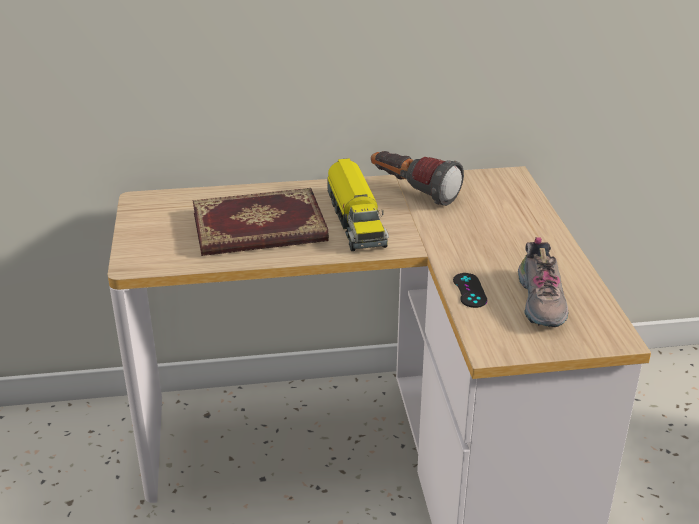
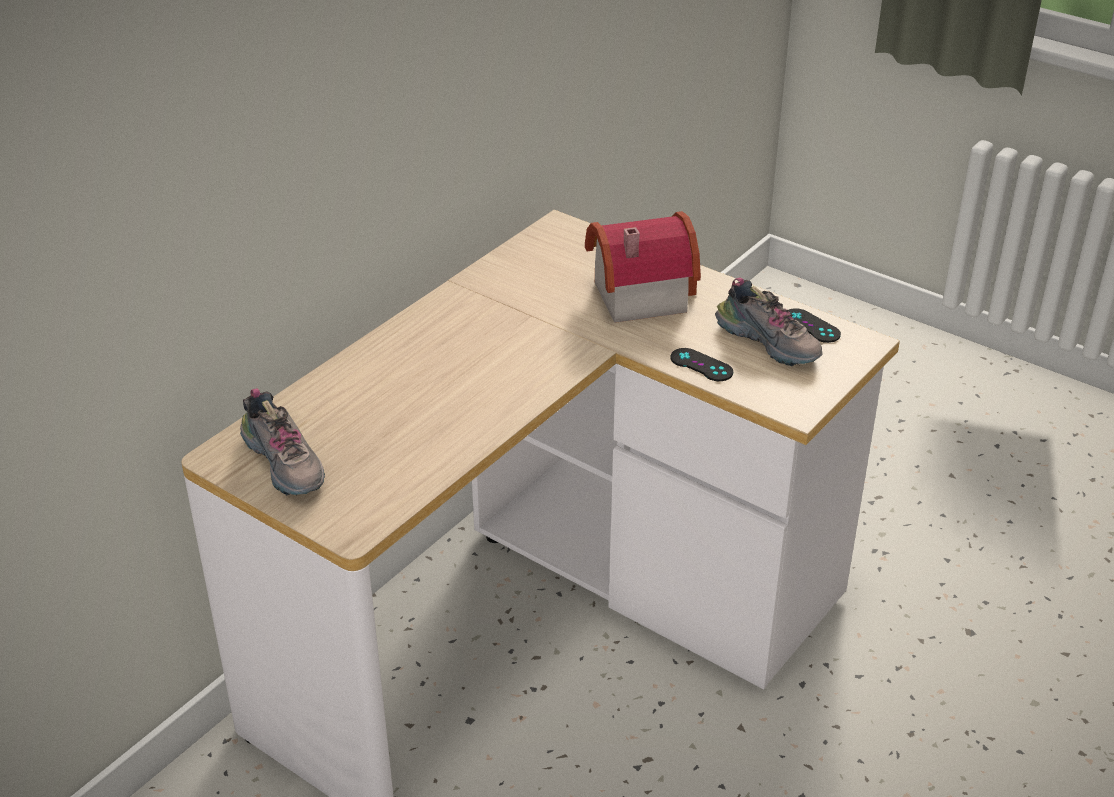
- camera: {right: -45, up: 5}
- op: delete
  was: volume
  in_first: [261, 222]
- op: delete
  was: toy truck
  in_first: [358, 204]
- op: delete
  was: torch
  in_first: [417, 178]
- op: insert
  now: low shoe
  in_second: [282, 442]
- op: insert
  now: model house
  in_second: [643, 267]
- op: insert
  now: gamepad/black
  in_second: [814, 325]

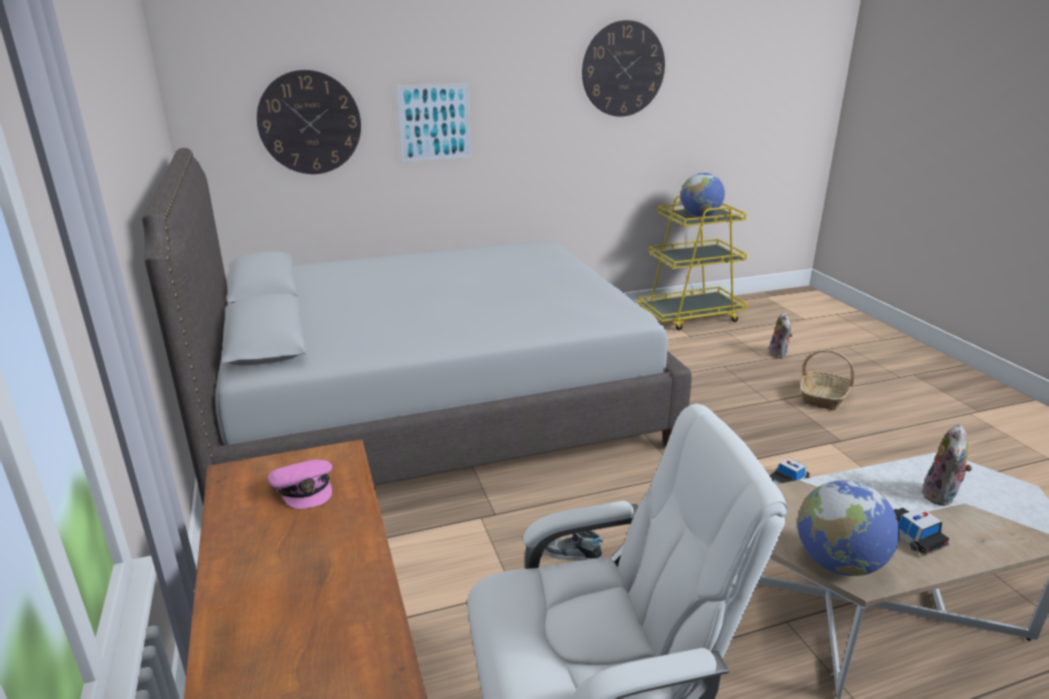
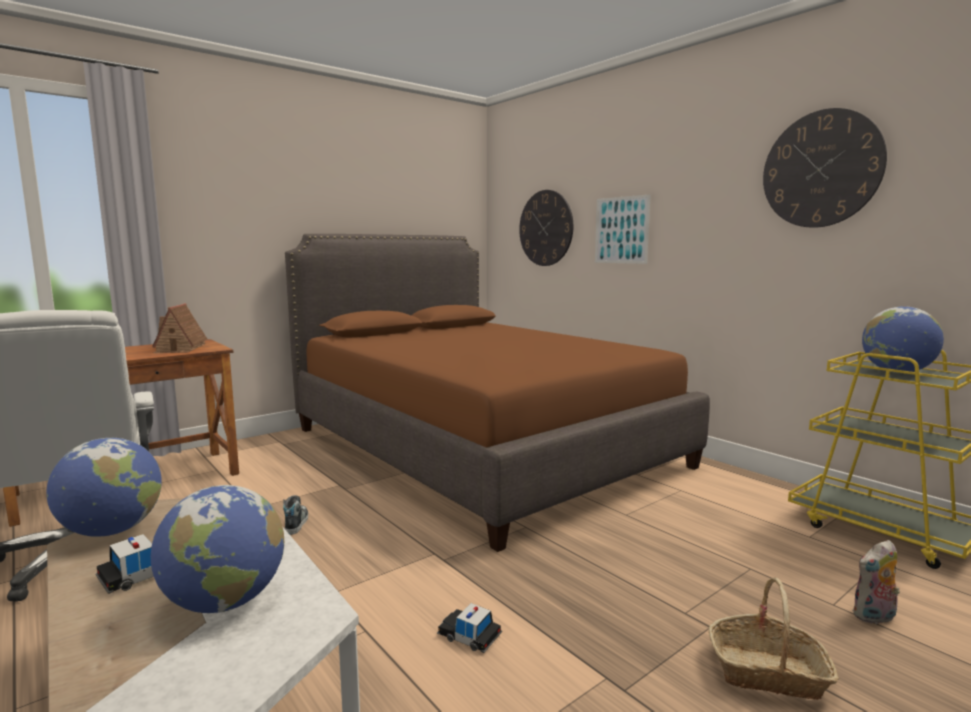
- camera: {right: 70, up: -15}
- op: replace
  was: baseball cap/pinkish
  now: model house
  in_first: [300, 484]
  in_second: [180, 328]
- op: replace
  was: plush toy
  now: desk globe
  in_first: [947, 465]
  in_second: [217, 549]
- op: recolor
  was: bed/greyish
  now: bed/brown-coloured
  in_first: [416, 326]
  in_second: [497, 393]

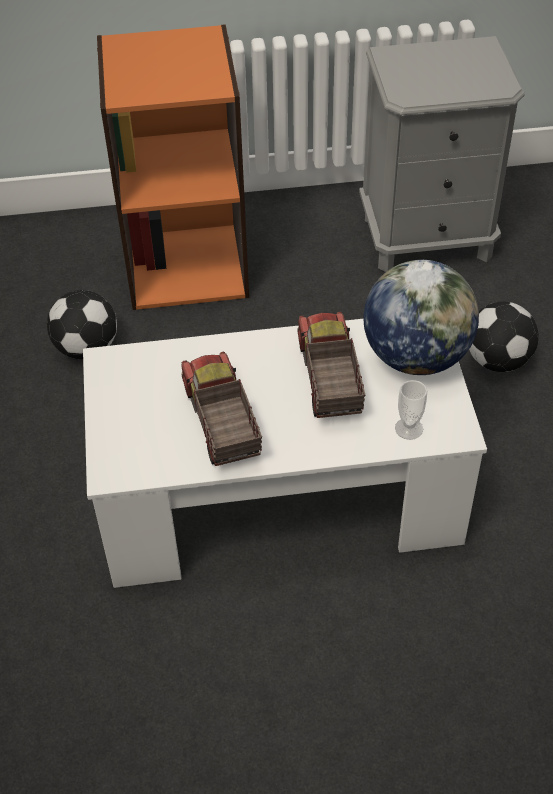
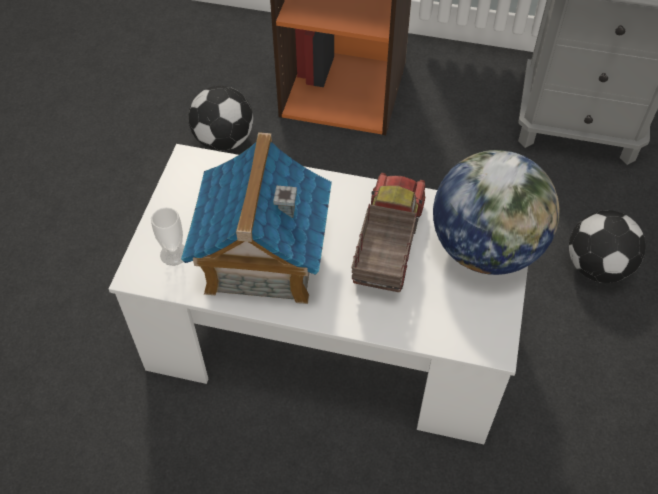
- camera: {right: 20, up: 5}
- op: move
  was: drinking cup
  in_first: [411, 410]
  in_second: [168, 236]
- op: replace
  was: toy truck
  now: model house
  in_first: [221, 409]
  in_second: [256, 218]

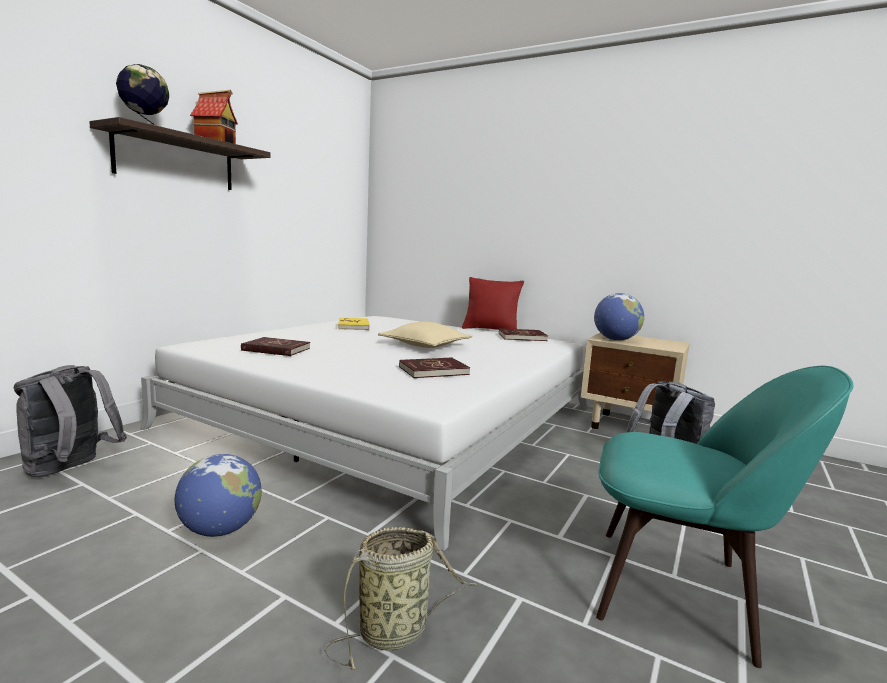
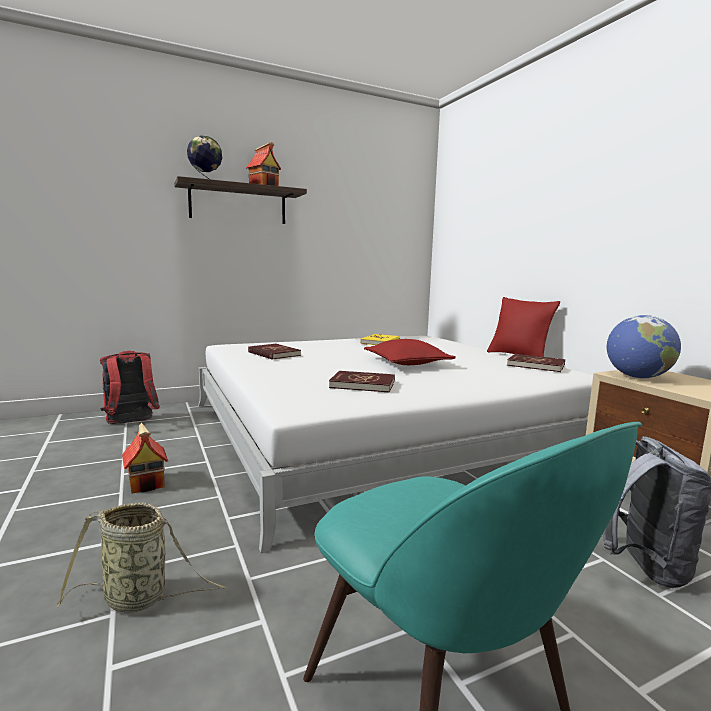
- camera: {right: 35, up: 0}
- op: replace
  was: desk globe
  now: model house
  in_first: [218, 495]
  in_second: [145, 458]
- op: recolor
  was: knapsack/greyish
  now: knapsack/reddish
  in_first: [70, 421]
  in_second: [130, 387]
- op: recolor
  was: cushion/sand-coloured
  now: cushion/reddish
  in_first: [425, 335]
  in_second: [410, 352]

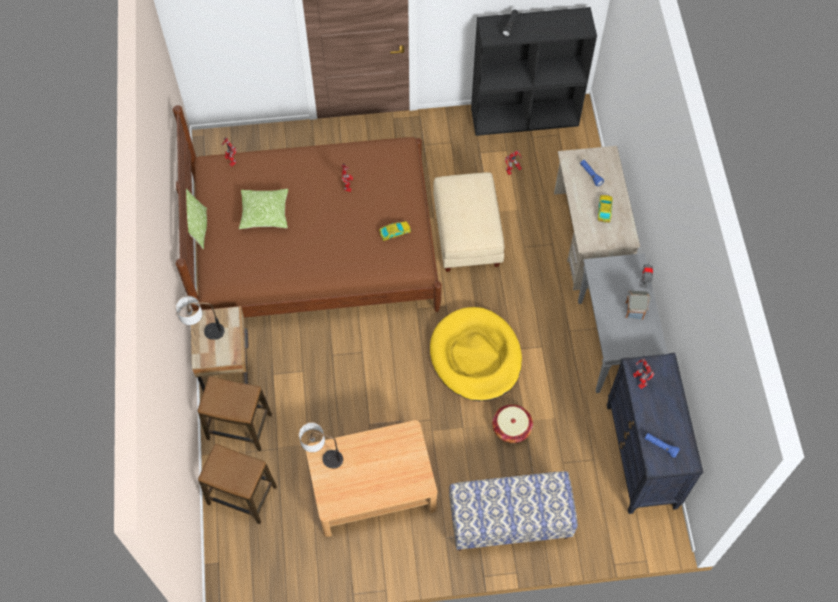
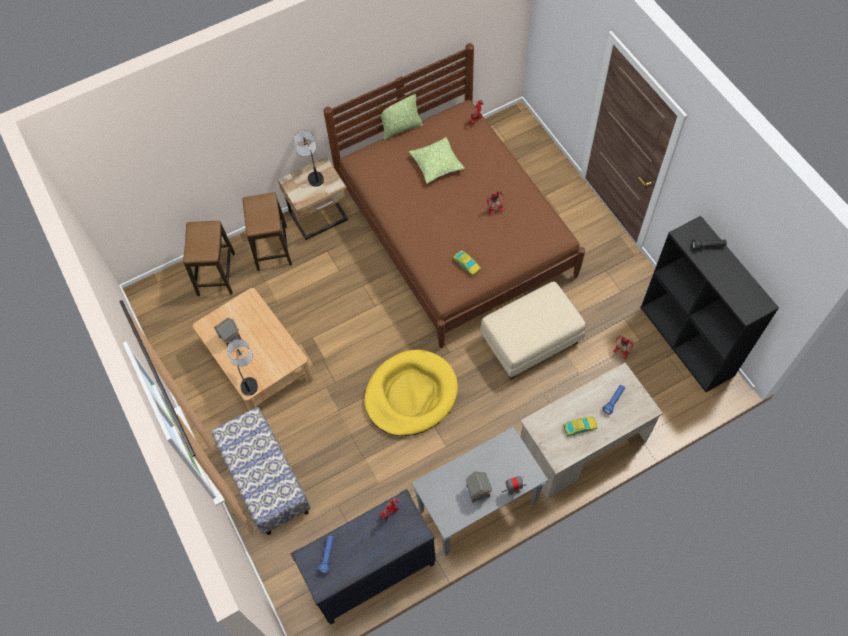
- camera: {right: 70, up: 0}
- op: delete
  was: household basket
  in_first: [512, 423]
- op: insert
  now: model house
  in_second: [227, 332]
- op: move
  was: table lamp
  in_first: [321, 446]
  in_second: [242, 367]

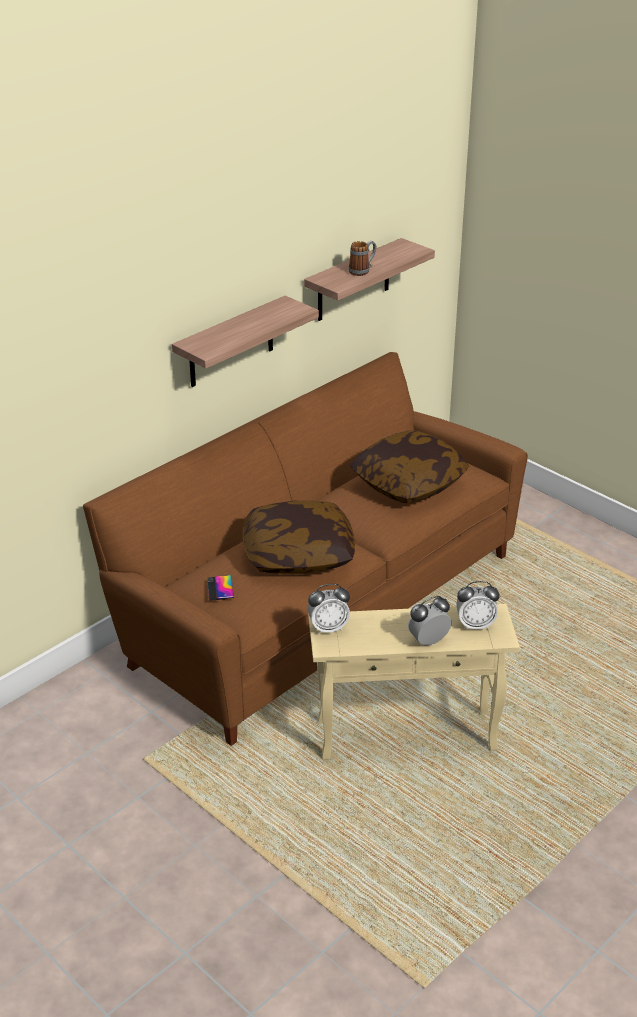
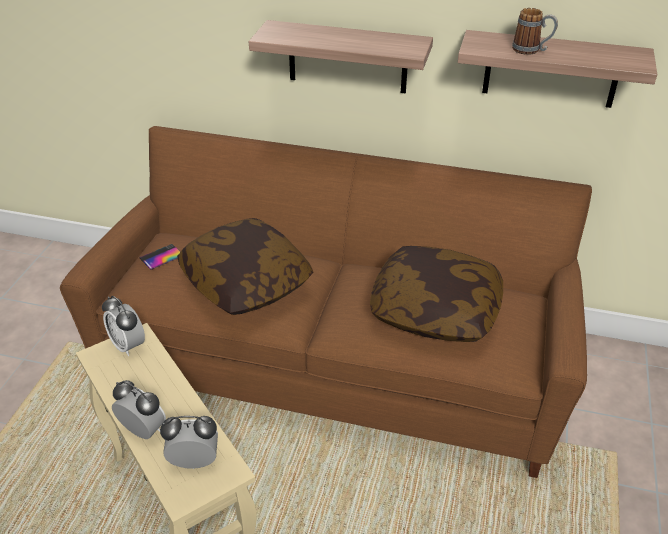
- camera: {right: 60, up: 5}
- op: rotate
  was: bedside clock
  in_first: [478, 605]
  in_second: [189, 442]
  clockwise: 120

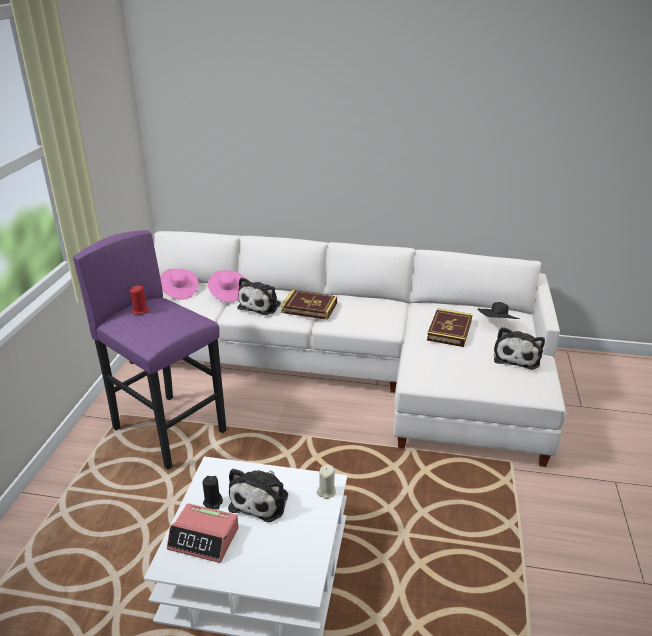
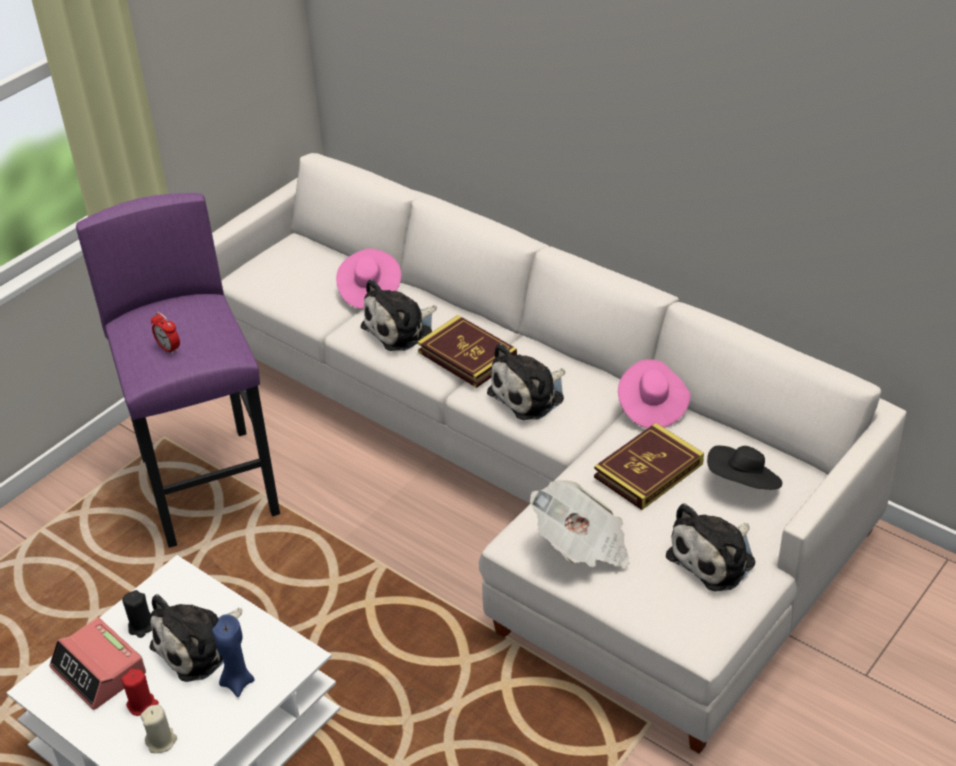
- camera: {right: 30, up: 10}
- op: insert
  now: bedside clock
  in_second: [165, 333]
- op: insert
  now: candle/blue
  in_second: [233, 655]
- op: insert
  now: plush toy
  in_second: [526, 381]
- op: insert
  now: daily paper
  in_second: [580, 523]
- op: move
  was: candle/reddish
  in_first: [139, 300]
  in_second: [140, 692]
- op: move
  was: wearable hat/pinkish
  in_first: [179, 284]
  in_second: [654, 393]
- op: move
  was: candle/sand-coloured
  in_first: [326, 481]
  in_second: [159, 728]

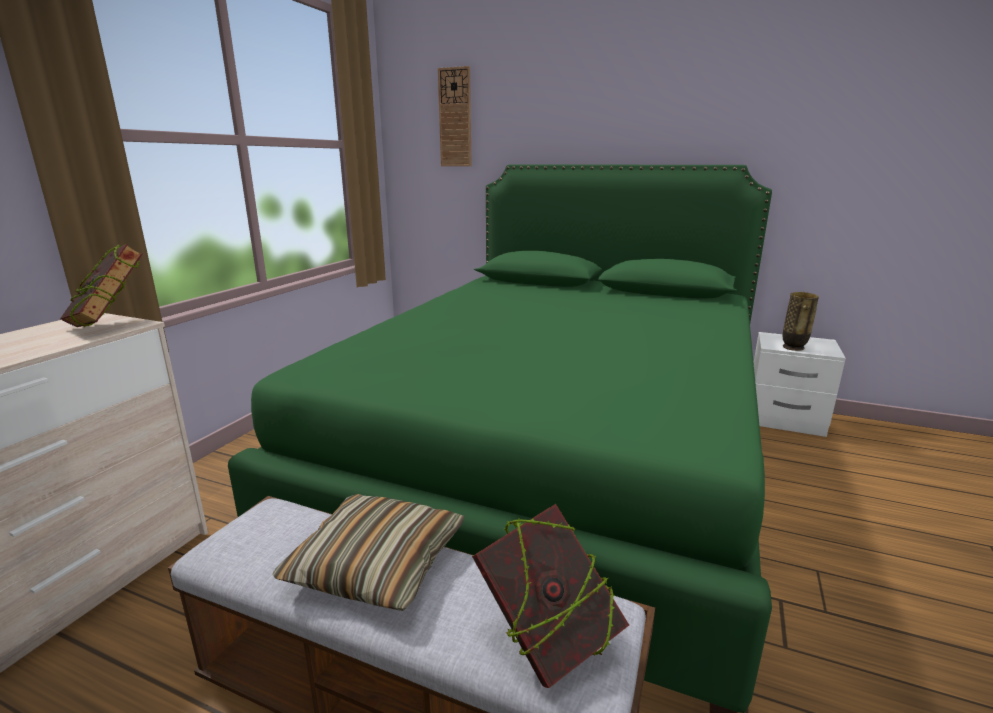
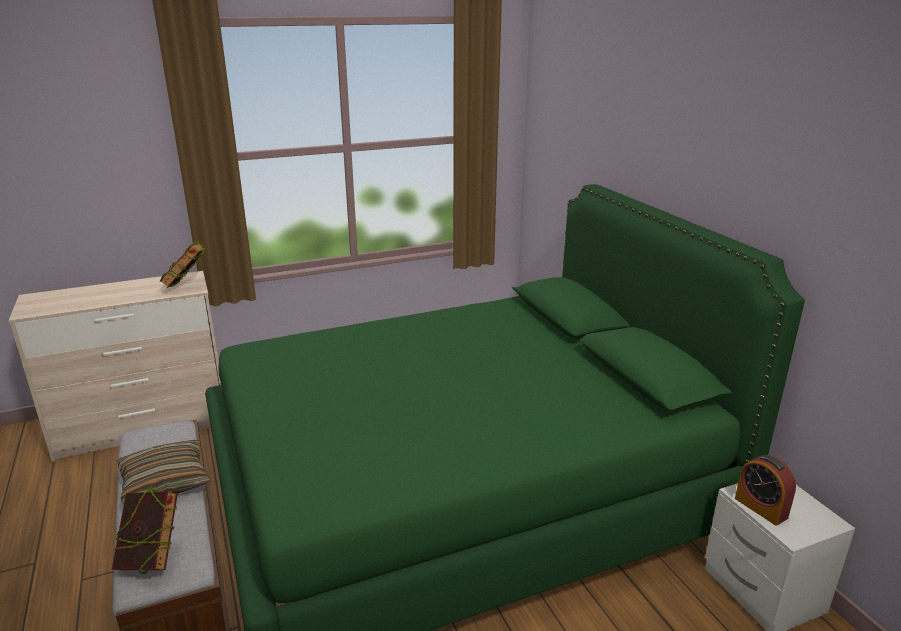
- camera: {right: 45, up: 5}
- op: delete
  was: hanging clock
  in_first: [455, 116]
- op: replace
  was: decorative vase
  now: bedside clock
  in_first: [801, 321]
  in_second: [765, 490]

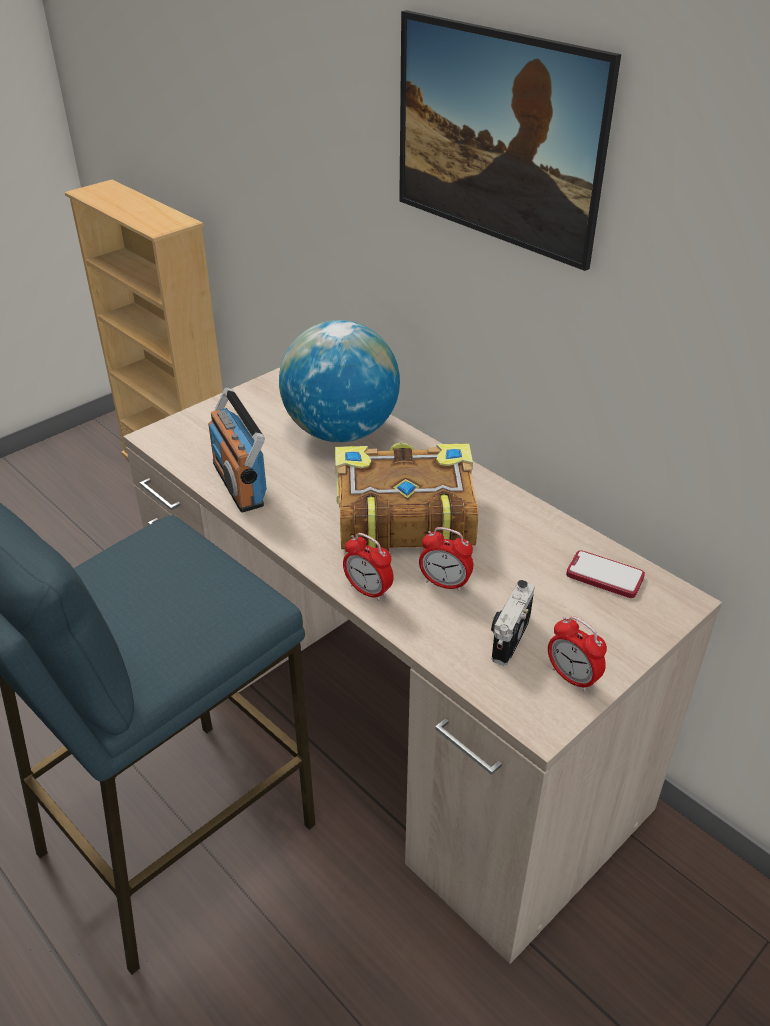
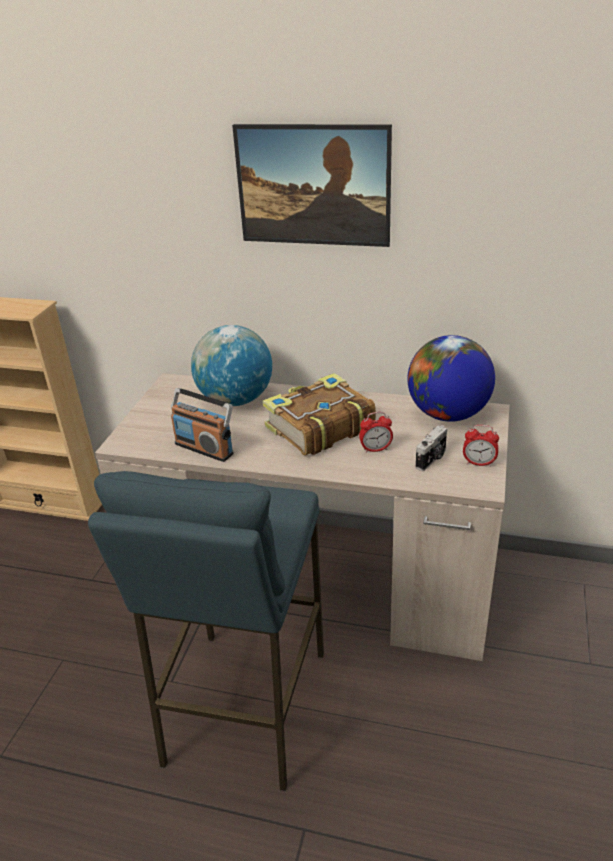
- camera: {right: -30, up: -5}
- op: delete
  was: bedside clock
  in_first: [368, 567]
- op: replace
  was: telephone
  now: desk globe
  in_first: [605, 574]
  in_second: [451, 378]
- op: rotate
  was: photo camera
  in_first: [513, 623]
  in_second: [431, 448]
  clockwise: -135

